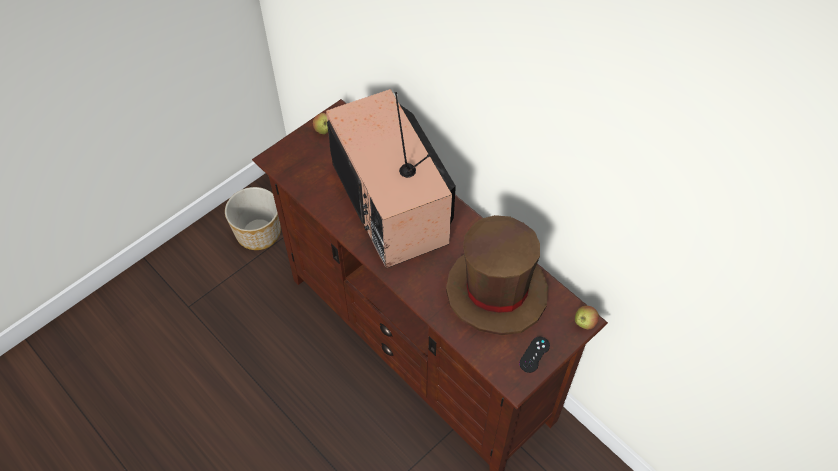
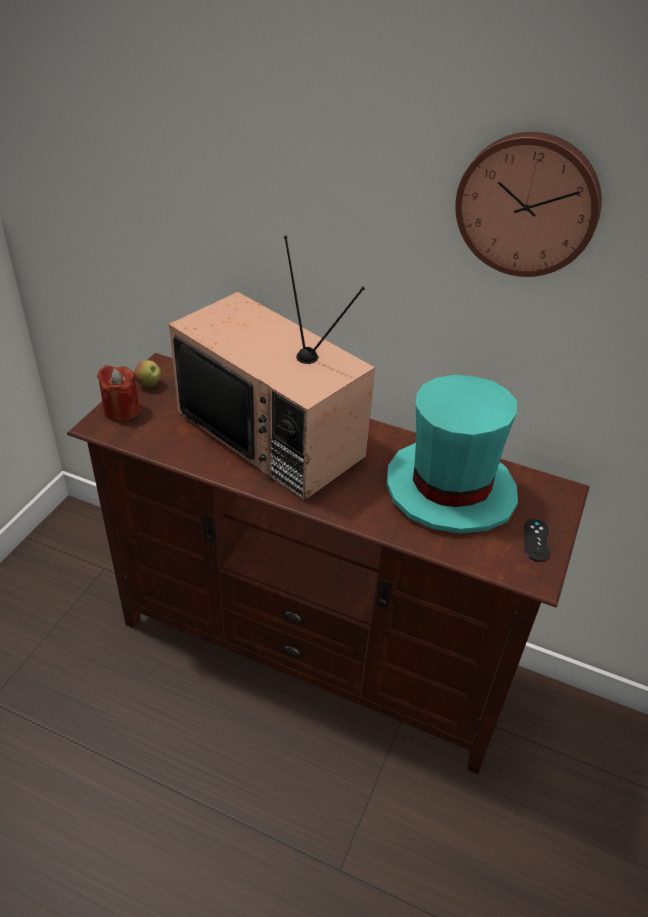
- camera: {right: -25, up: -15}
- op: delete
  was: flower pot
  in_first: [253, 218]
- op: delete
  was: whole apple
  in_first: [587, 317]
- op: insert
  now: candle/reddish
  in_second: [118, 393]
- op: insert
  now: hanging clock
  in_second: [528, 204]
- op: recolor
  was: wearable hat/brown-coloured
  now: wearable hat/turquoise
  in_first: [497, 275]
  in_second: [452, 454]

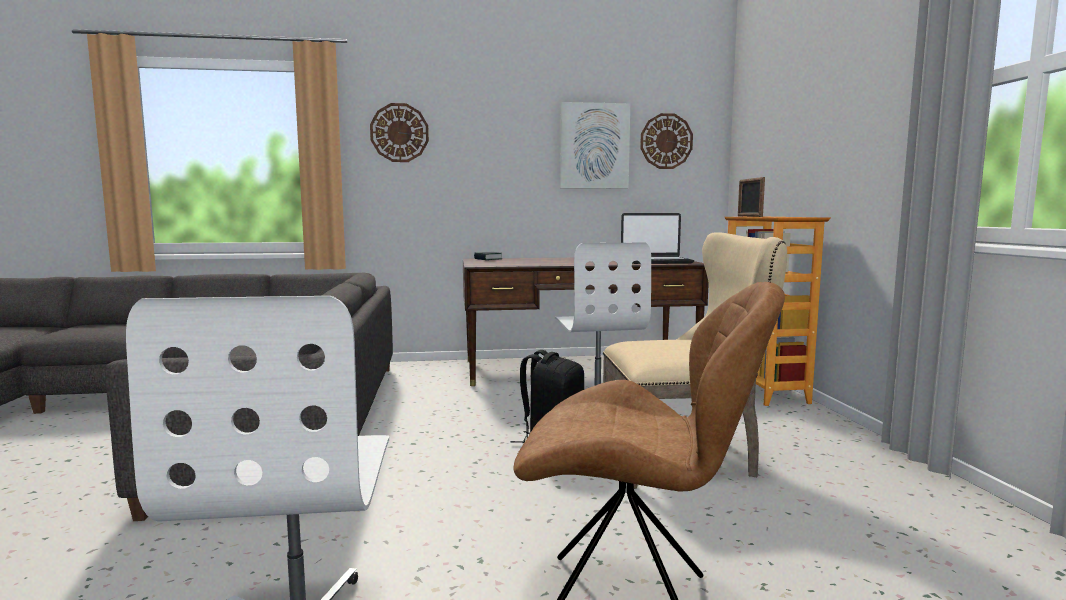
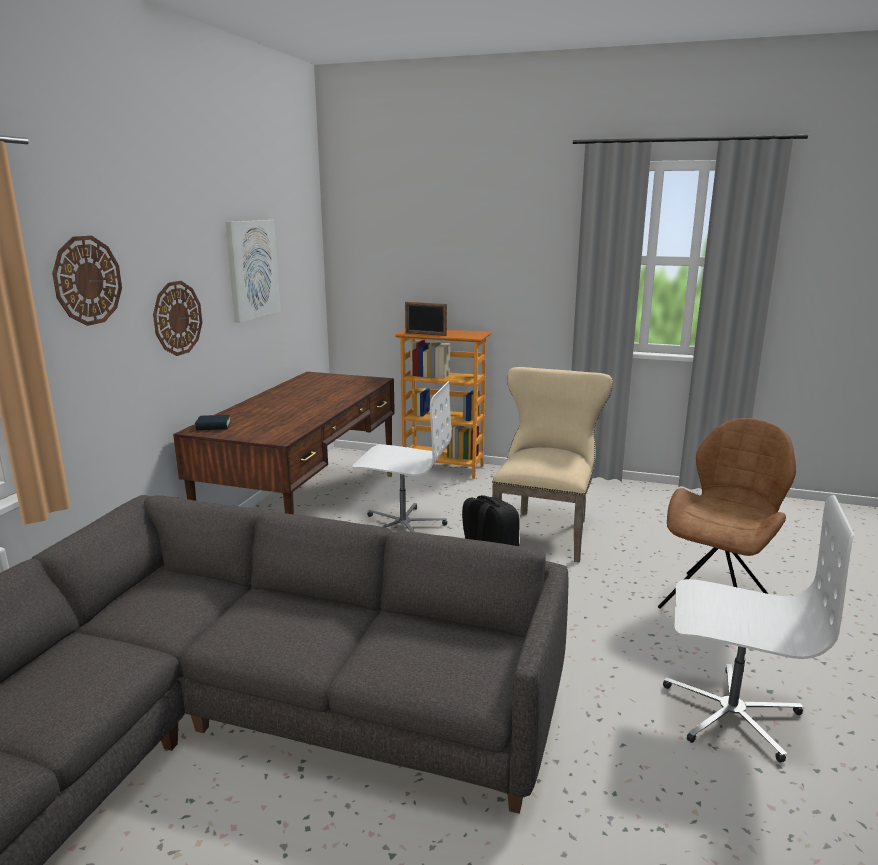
- camera: {right: -65, up: 10}
- op: delete
  was: notebook computer
  in_first: [657, 238]
- op: move
  was: hanging clock
  in_first: [666, 141]
  in_second: [177, 318]

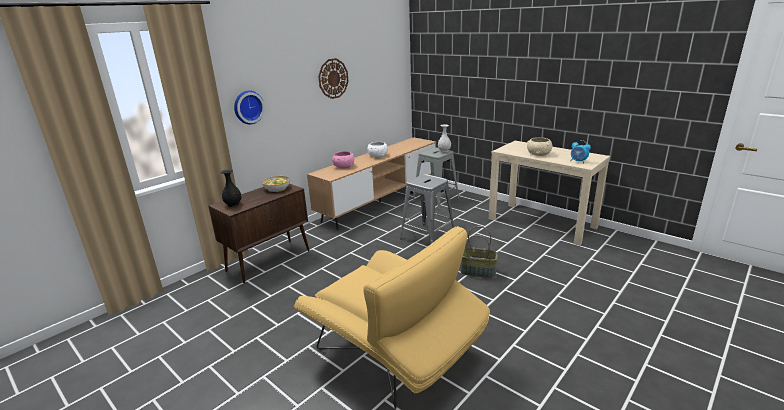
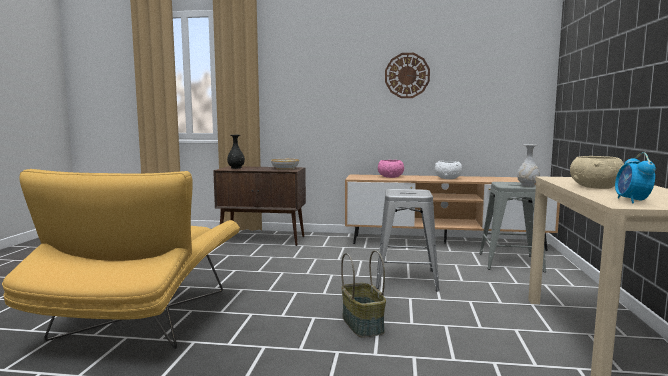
- camera: {right: 55, up: -15}
- op: delete
  was: hanging clock
  in_first: [249, 107]

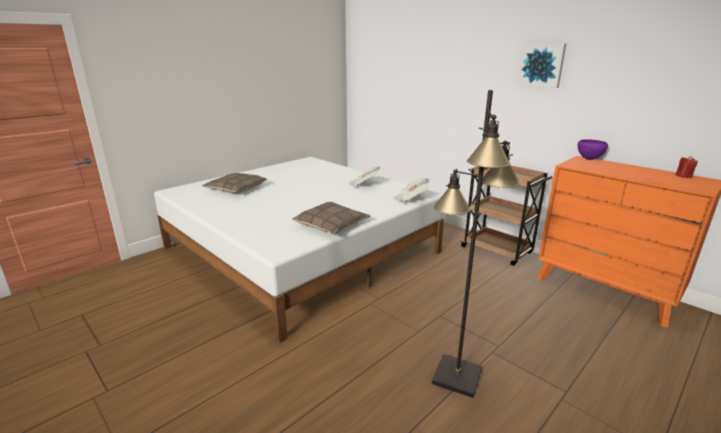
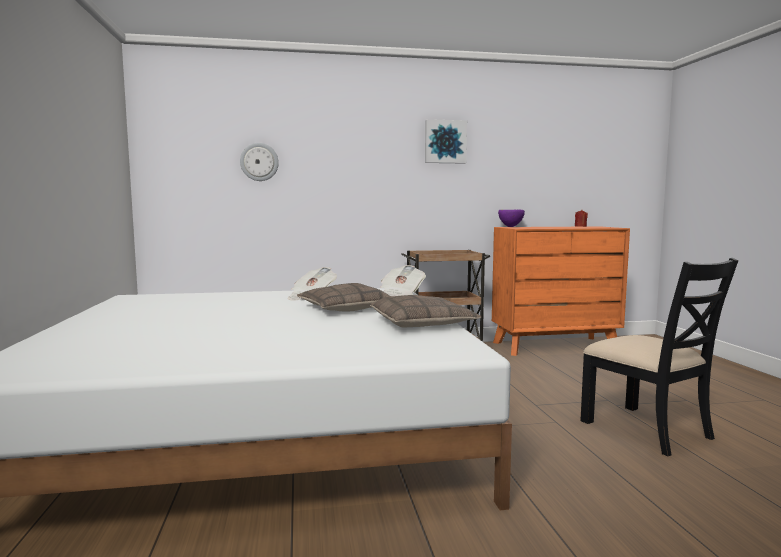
- camera: {right: -55, up: -15}
- op: insert
  now: hanging clock
  in_second: [259, 162]
- op: move
  was: cushion
  in_first: [234, 183]
  in_second: [344, 297]
- op: replace
  was: standard lamp/black
  now: plain chair/black
  in_first: [476, 244]
  in_second: [659, 357]

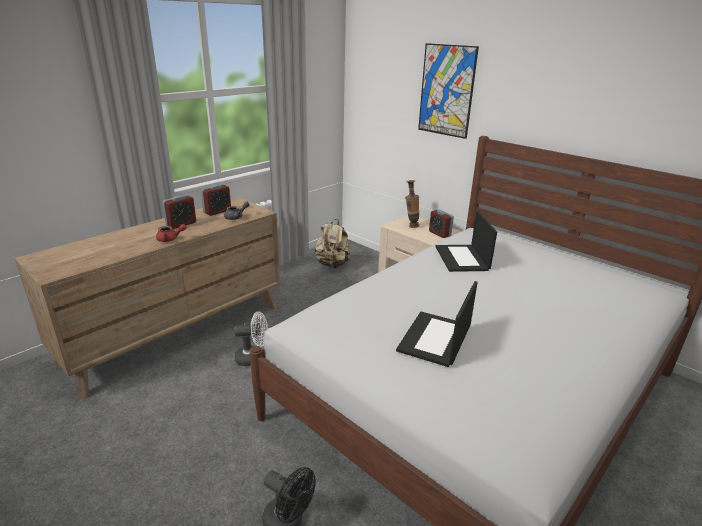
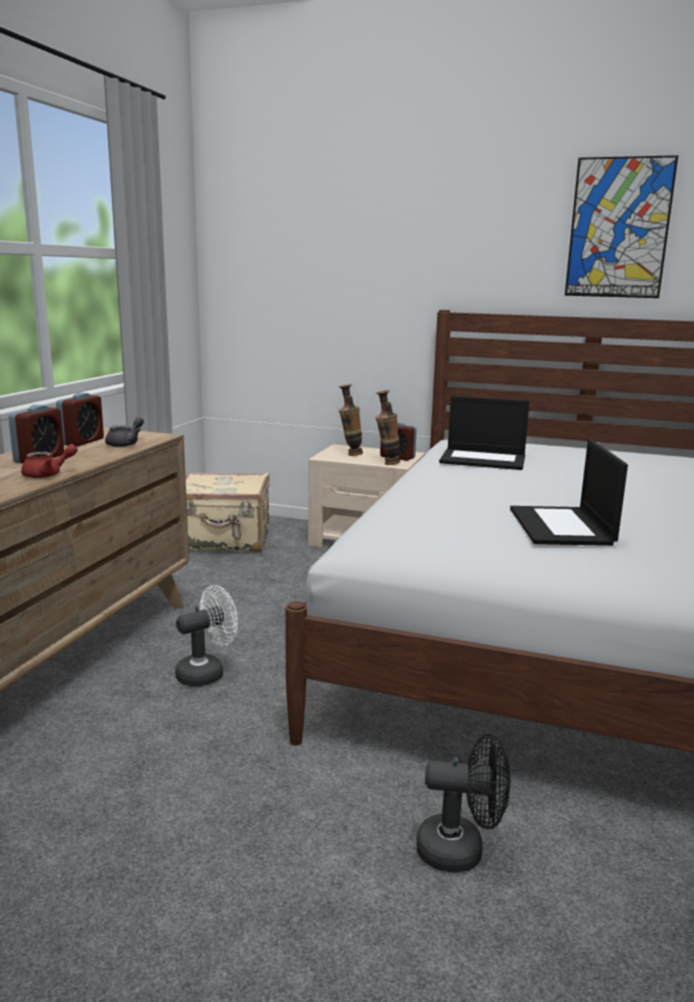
- camera: {right: -25, up: -10}
- op: insert
  now: decorative vase
  in_second: [387, 427]
- op: move
  was: picture
  in_first: [448, 91]
  in_second: [621, 226]
- op: replace
  was: knapsack/sand-coloured
  now: travel case/sand-coloured
  in_first: [332, 243]
  in_second: [227, 512]
- op: rotate
  was: notebook computer
  in_first: [466, 241]
  in_second: [484, 433]
  clockwise: -45

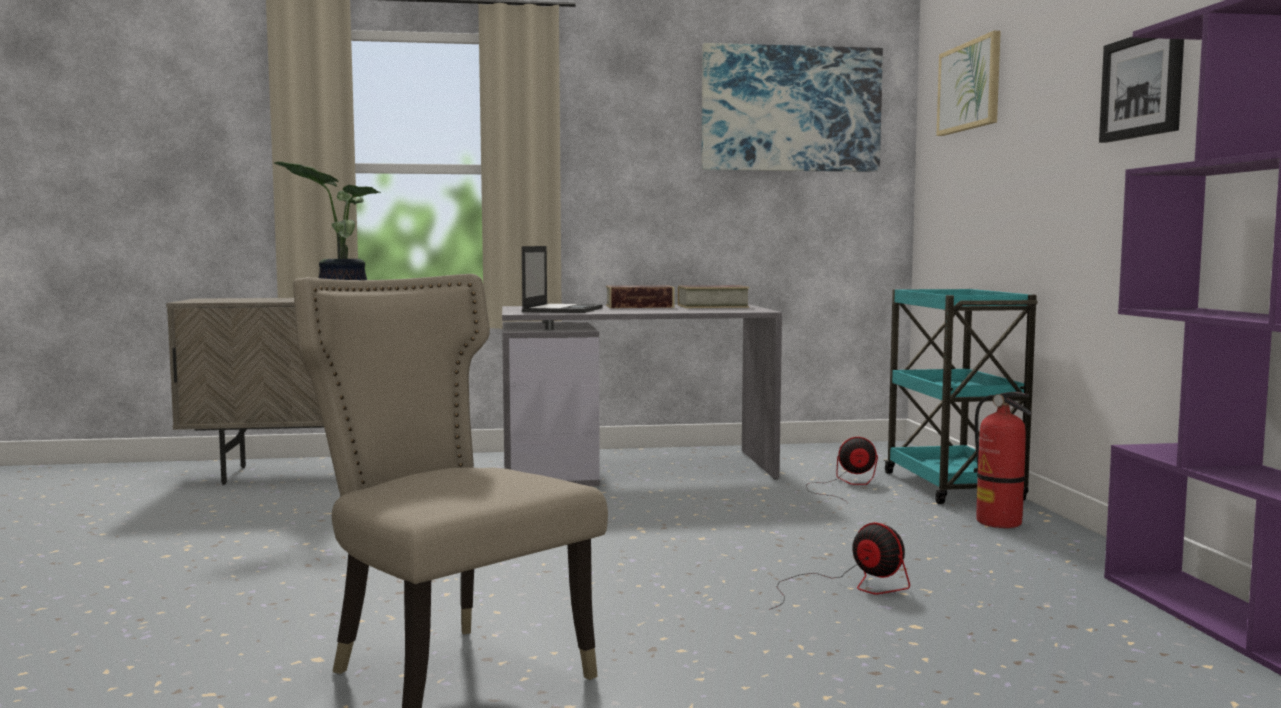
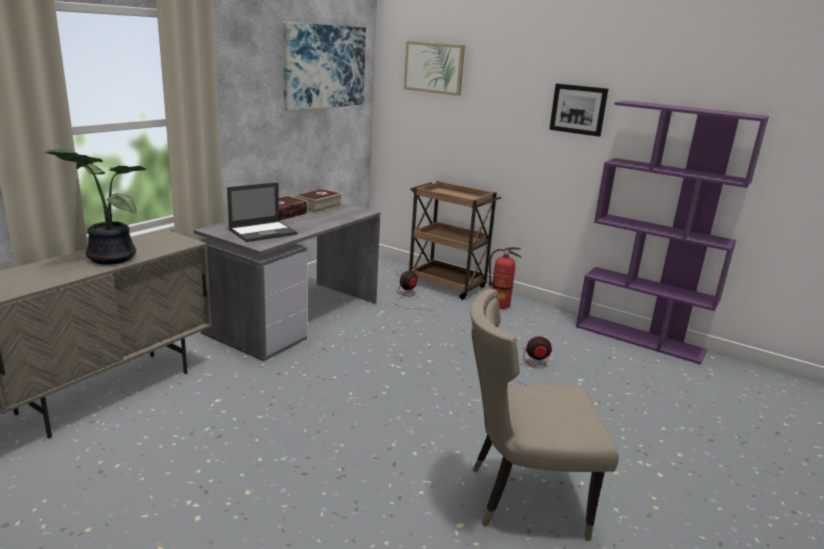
- camera: {right: -50, up: 15}
- op: recolor
  was: trolley/turquoise
  now: trolley/brown-coloured
  in_first: [961, 396]
  in_second: [455, 240]
- op: rotate
  was: notebook computer
  in_first: [562, 279]
  in_second: [262, 212]
  clockwise: 90

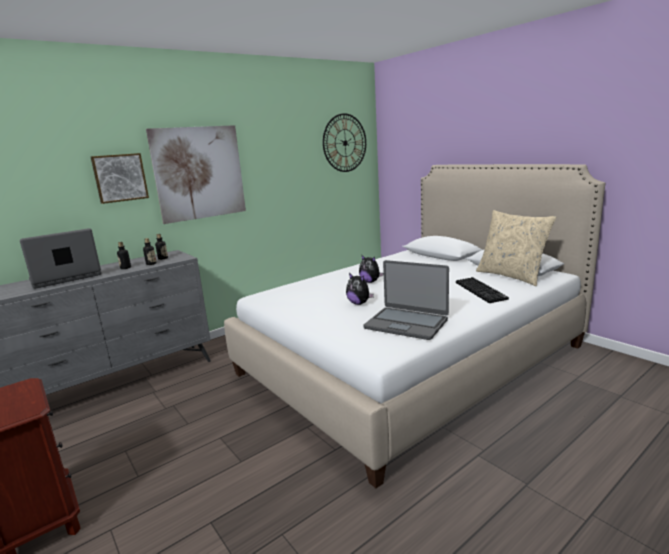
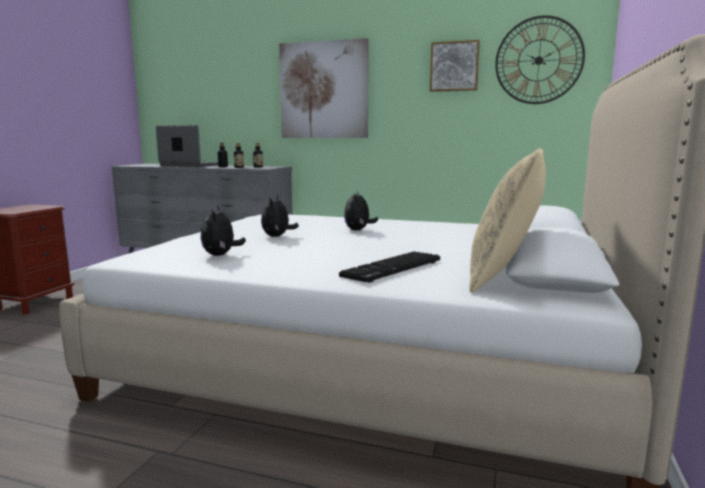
- camera: {right: 55, up: -5}
- op: move
  was: picture
  in_first: [120, 178]
  in_second: [455, 66]
- op: replace
  was: notebook computer
  now: plush toy
  in_first: [406, 300]
  in_second: [223, 230]

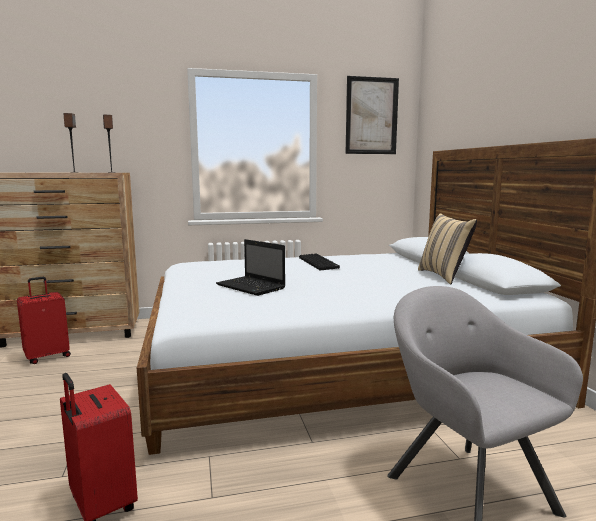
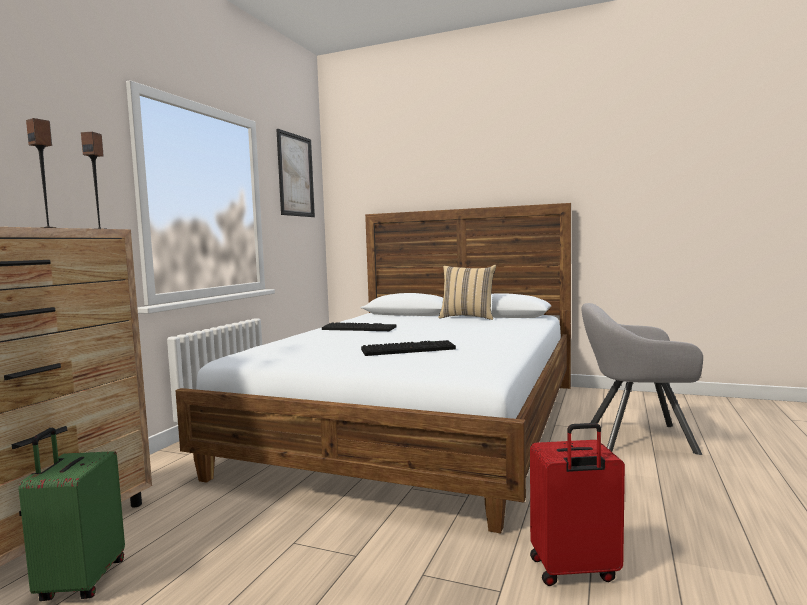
- camera: {right: -55, up: -5}
- op: replace
  was: notebook computer
  now: computer keyboard
  in_first: [250, 267]
  in_second: [408, 348]
- op: recolor
  was: travel case/reddish
  now: travel case/green
  in_first: [44, 320]
  in_second: [72, 514]

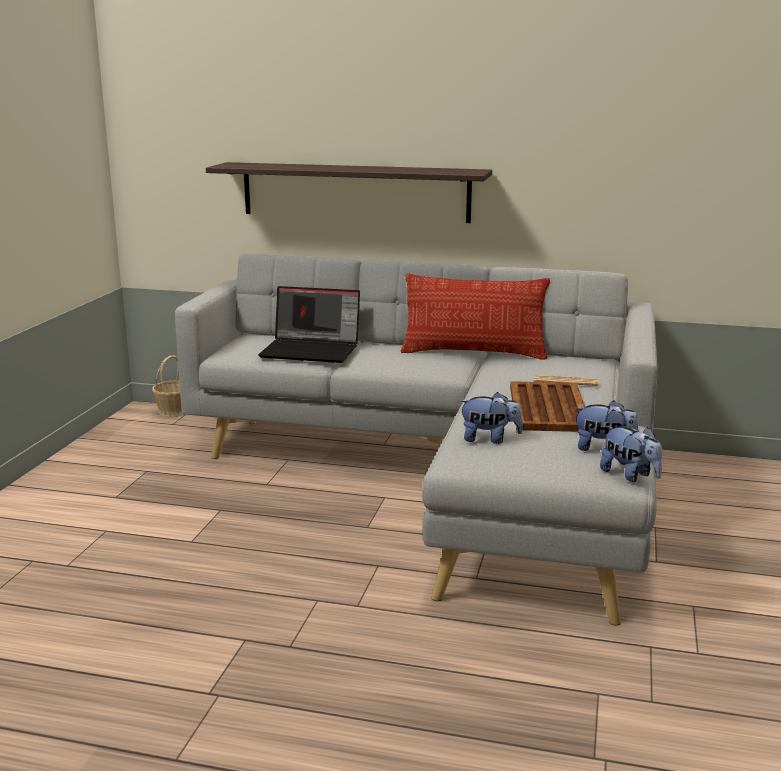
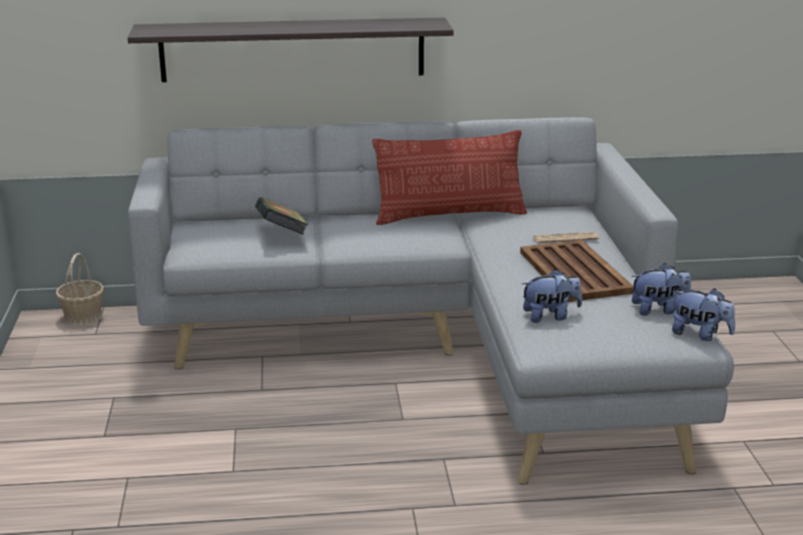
- camera: {right: -20, up: 5}
- op: replace
  was: notebook computer
  now: volume
  in_first: [309, 324]
  in_second: [282, 216]

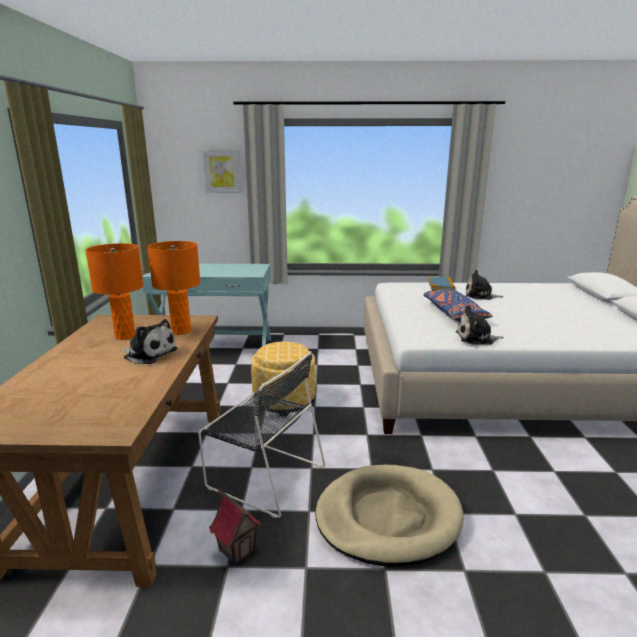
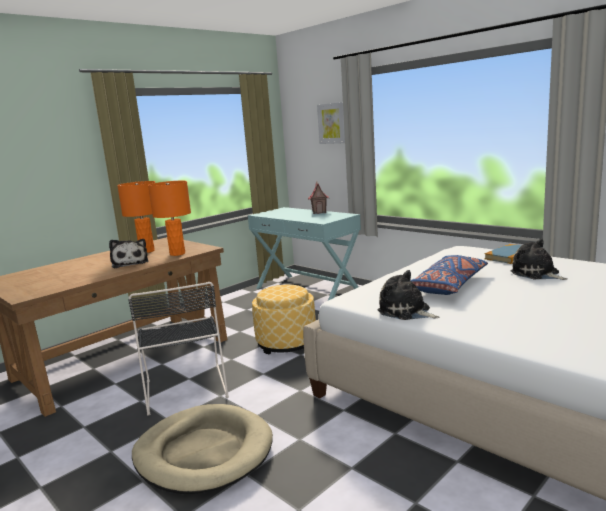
- camera: {right: 45, up: -5}
- op: move
  was: model house
  in_first: [235, 526]
  in_second: [318, 197]

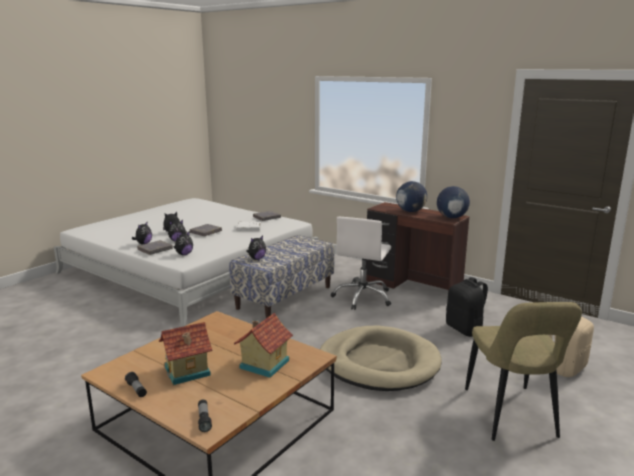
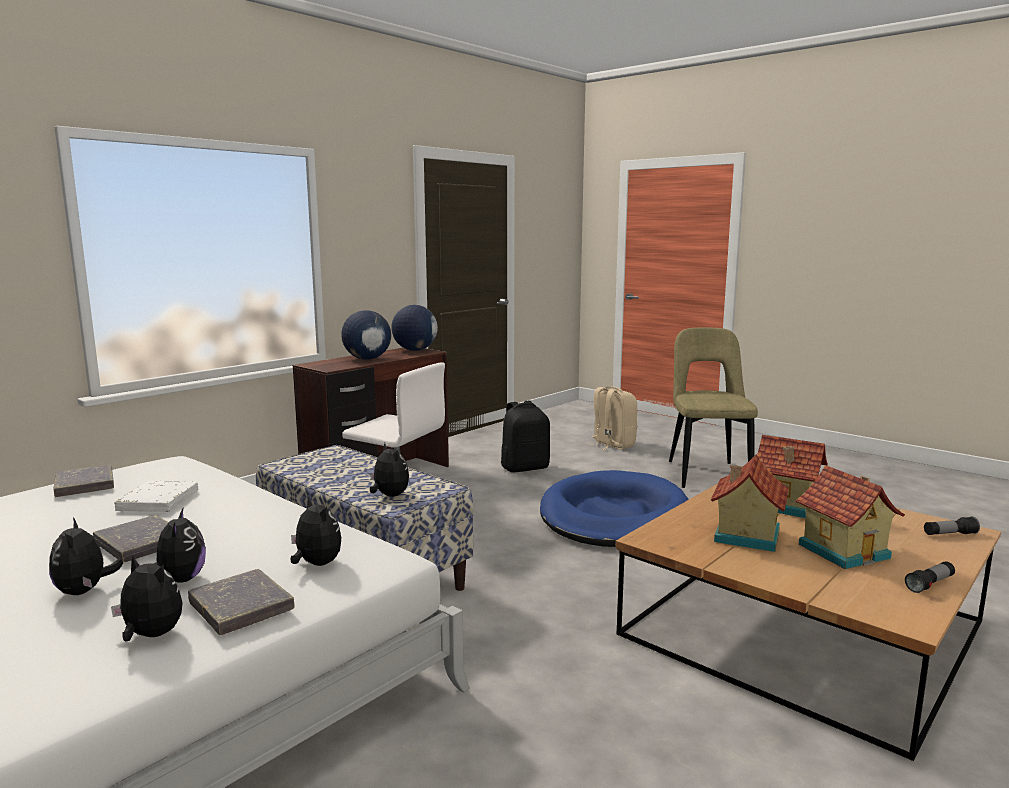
- camera: {right: -85, up: -5}
- op: insert
  now: model house
  in_second: [750, 503]
- op: recolor
  was: pet bed/sand-coloured
  now: pet bed/blue
  in_first: [380, 358]
  in_second: [614, 508]
- op: rotate
  was: plain chair/sand-coloured
  in_first: [523, 371]
  in_second: [713, 407]
  clockwise: -90

